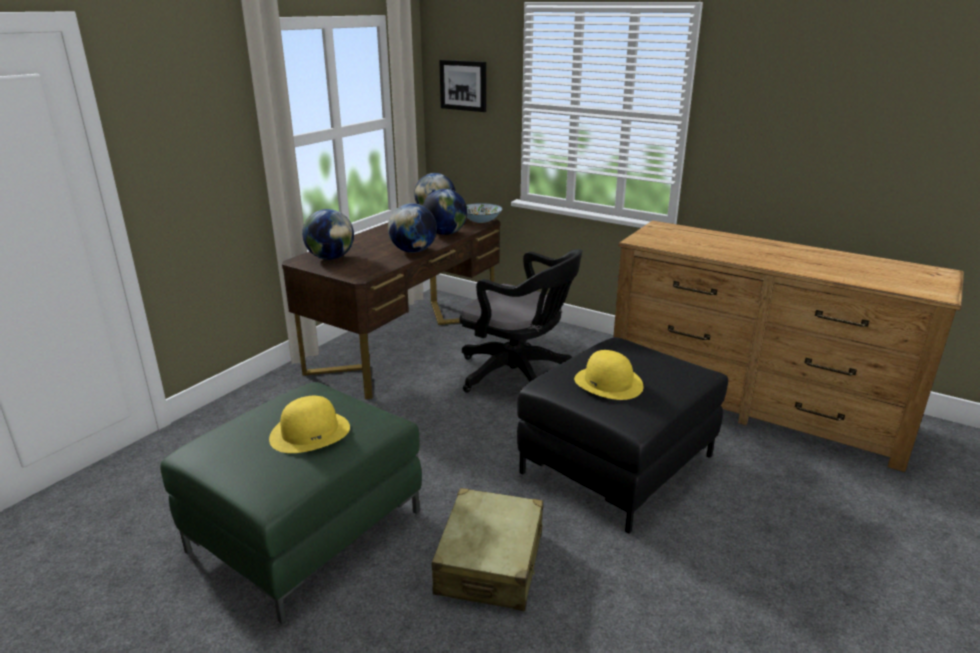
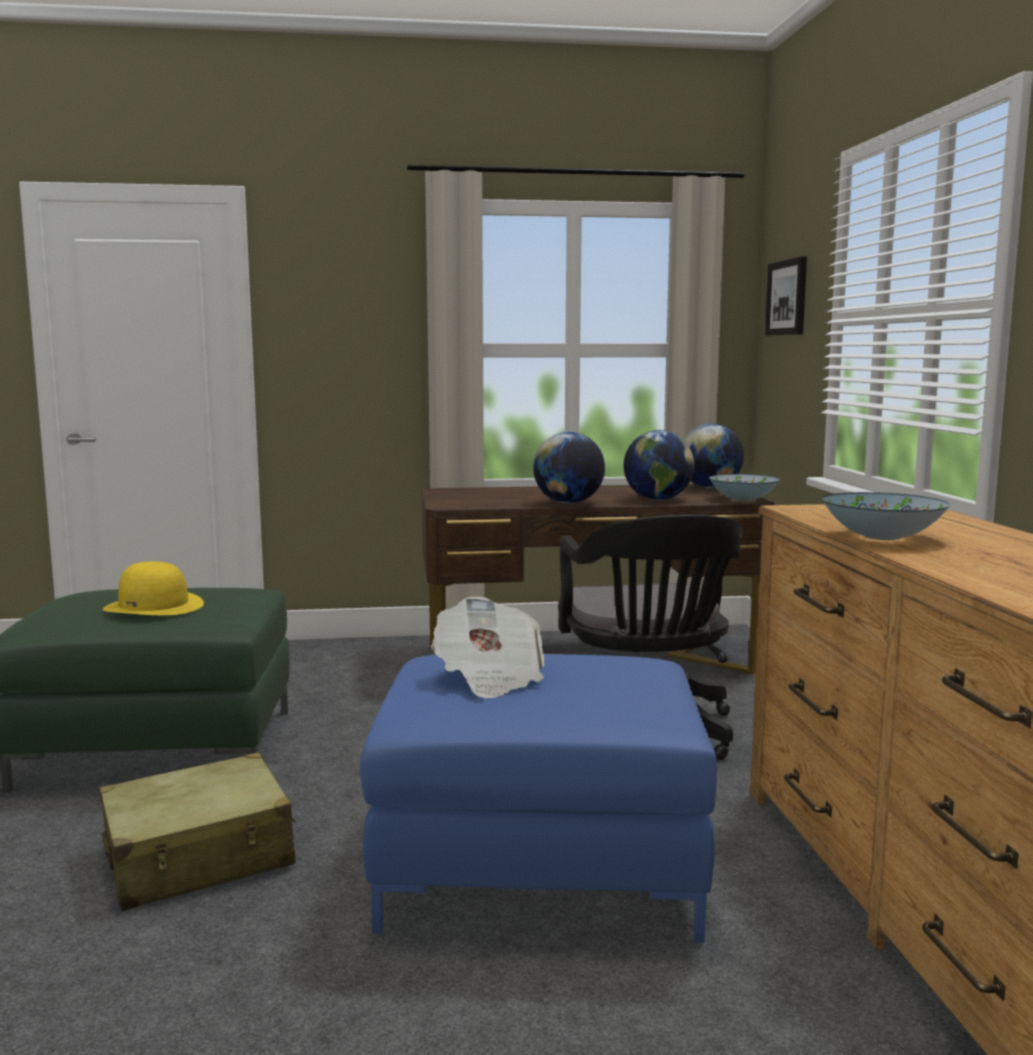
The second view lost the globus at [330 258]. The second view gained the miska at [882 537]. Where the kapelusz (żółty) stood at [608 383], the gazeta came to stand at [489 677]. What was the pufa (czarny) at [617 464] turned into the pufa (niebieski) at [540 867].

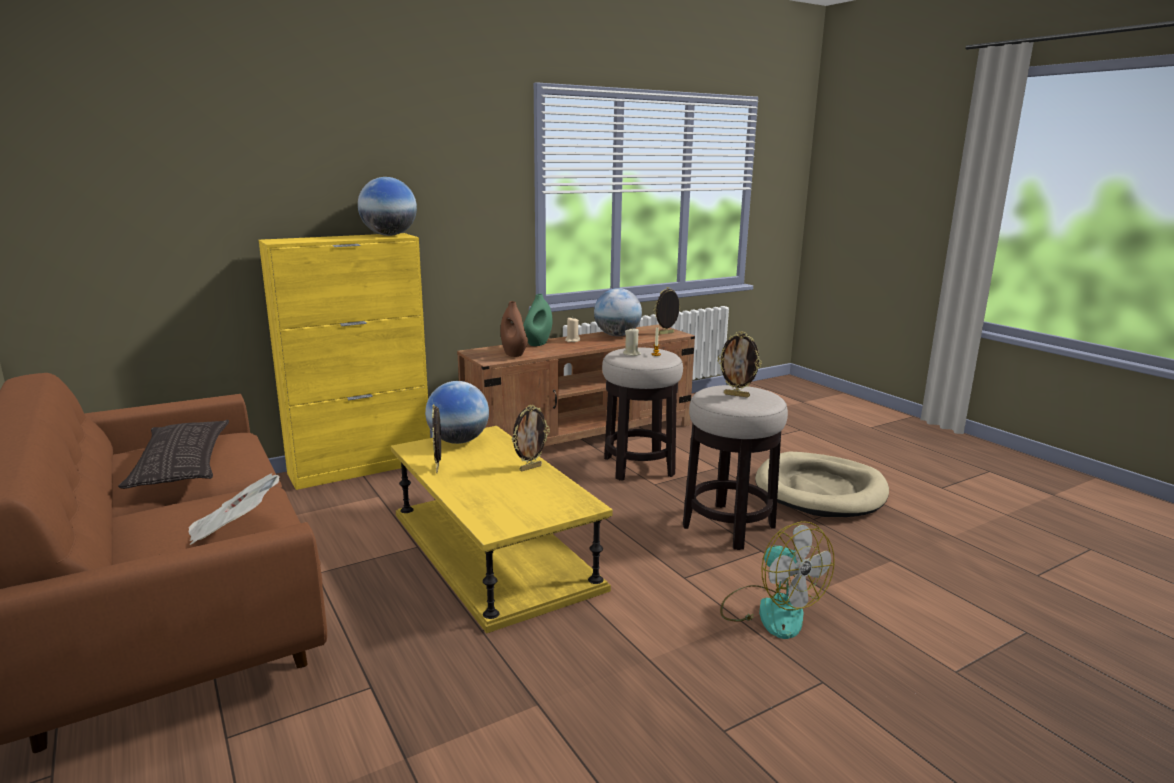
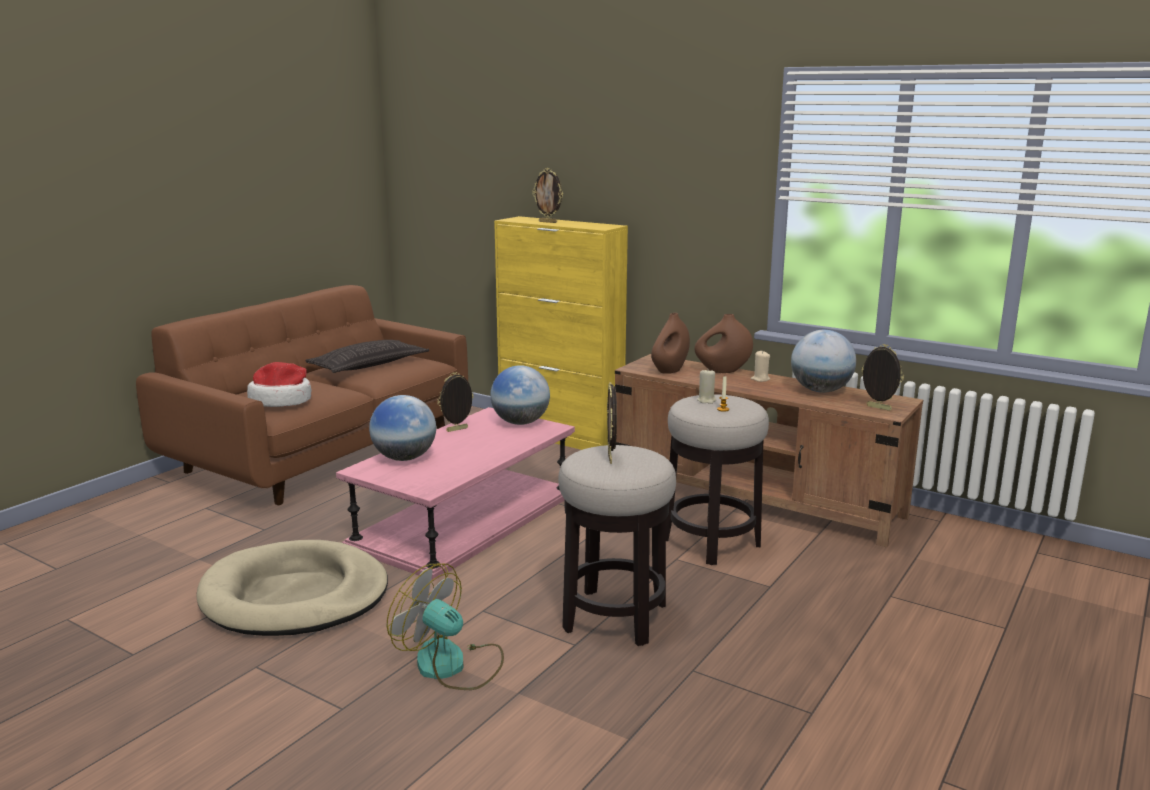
The globus ended up elsewhere, having gone from [389 235] to [404 458]. The ramka na zdjęcie ended up elsewhere, having gone from [530 468] to [548 222]. The legowisko (beżowy) ended up elsewhere, having gone from [820 490] to [294 596]. Where the gazeta stood at [234 530], the kapelusz came to stand at [282 400]. What was the ława (żółty) at [492 549] turned into the ława (różowy) at [466 518]. What was the wazon (zielony) at [538 344] turned into the wazon (brązowy) at [722 371]. The wentylator at [770 610] ended up facing another way, 90 degrees clockwise from before.

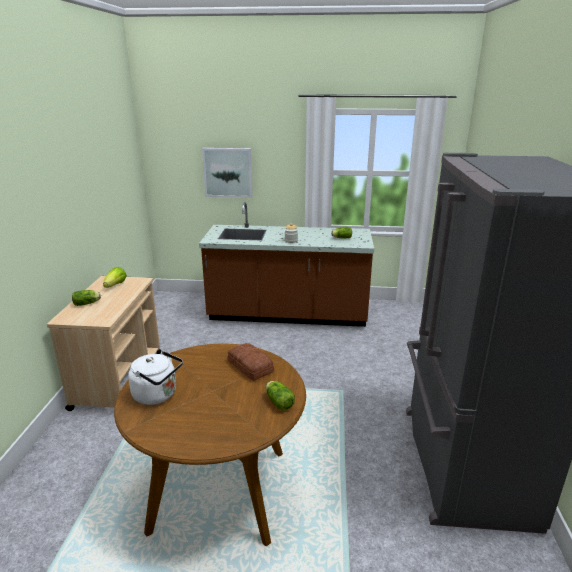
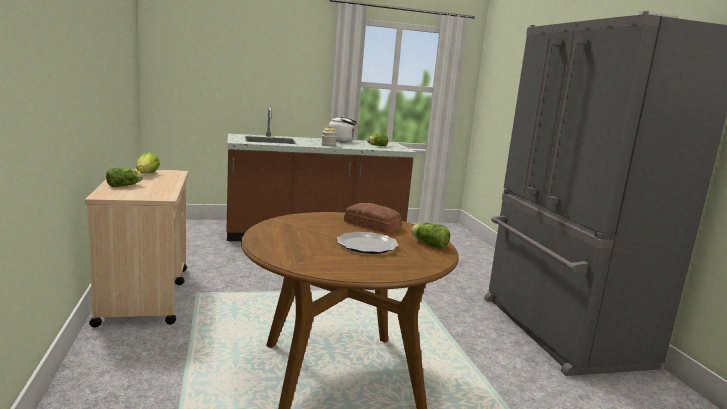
The second view lost the obraz at [228 172]. The second view gained the talerz at [367 245]. The czajnik (biały) ended up elsewhere, having gone from [158 395] to [342 141].

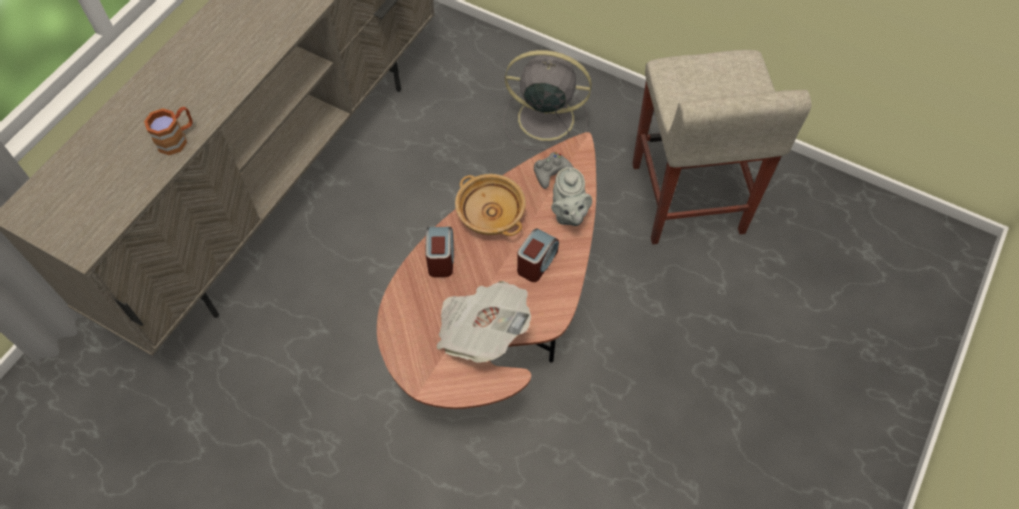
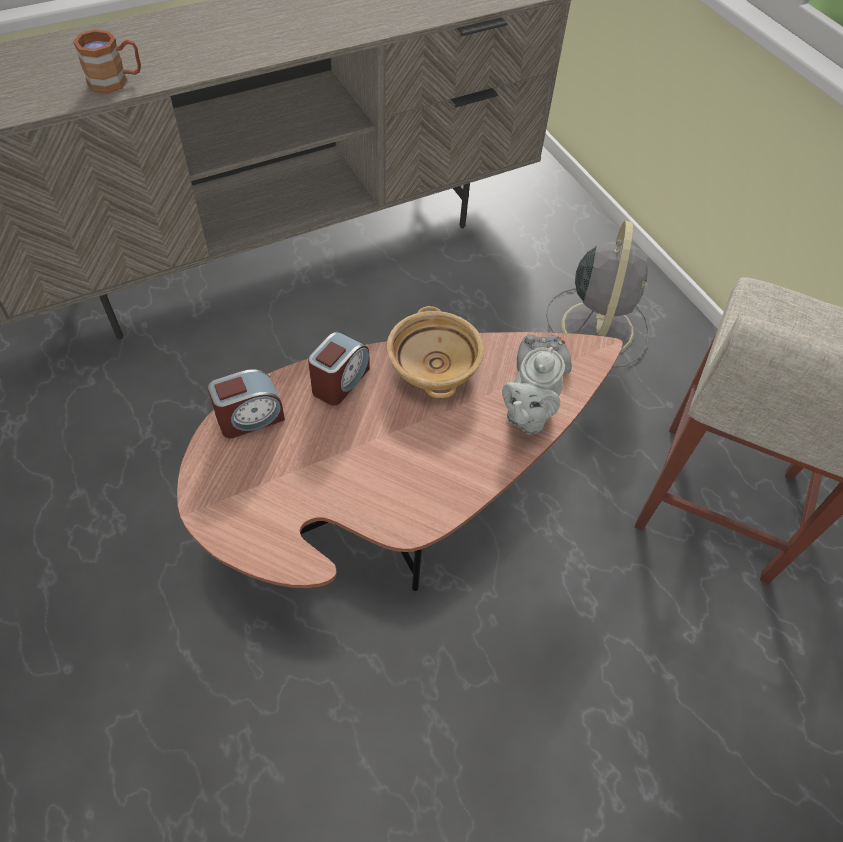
The second view lost the gazeta at [481 330]. The budzik ended up elsewhere, having gone from [537 262] to [250 418]. The wentylator (szary) at [543 118] ended up facing another way, 60 degrees clockwise from before.

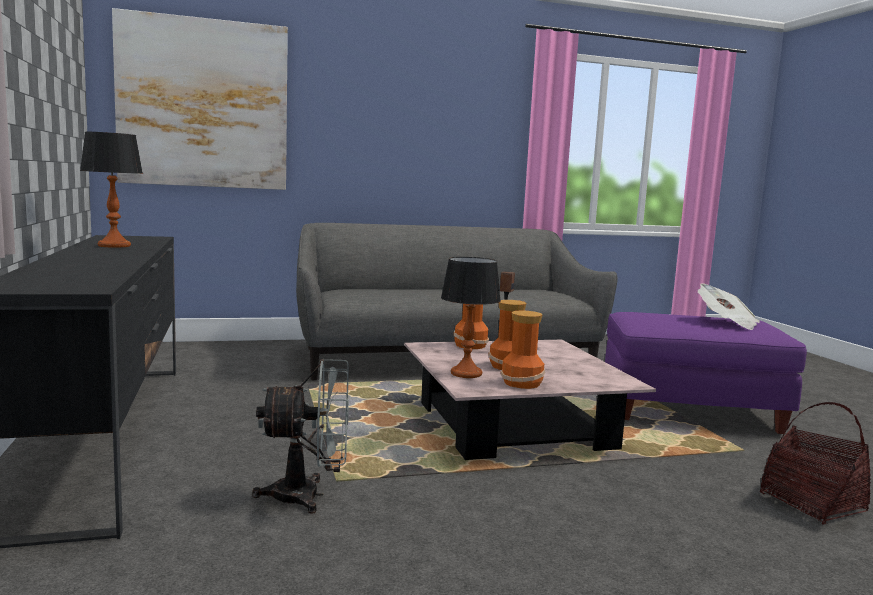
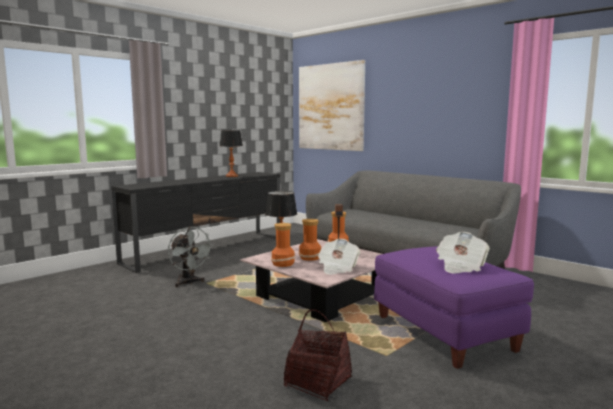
The second view gained the gazeta at [337 268].

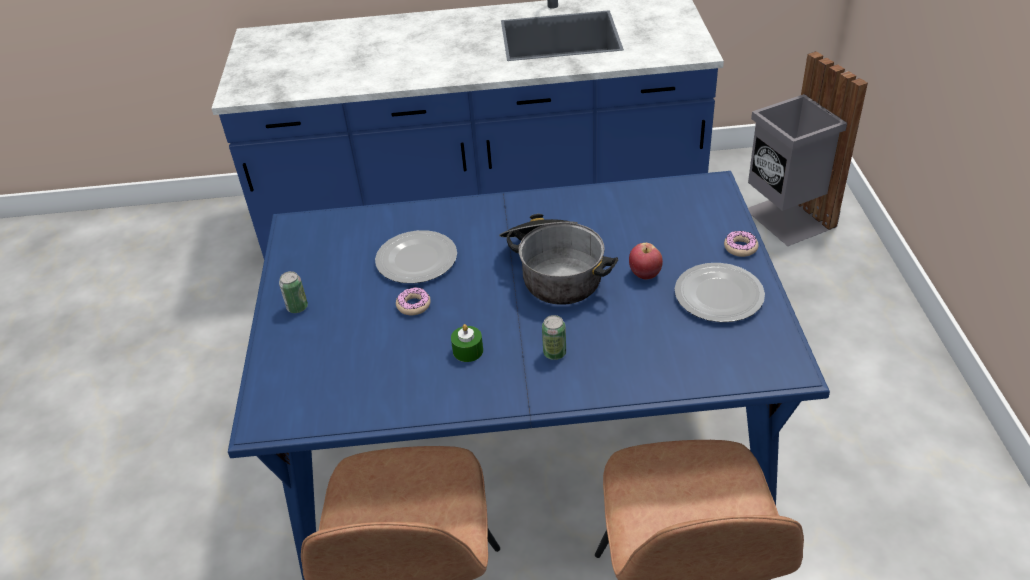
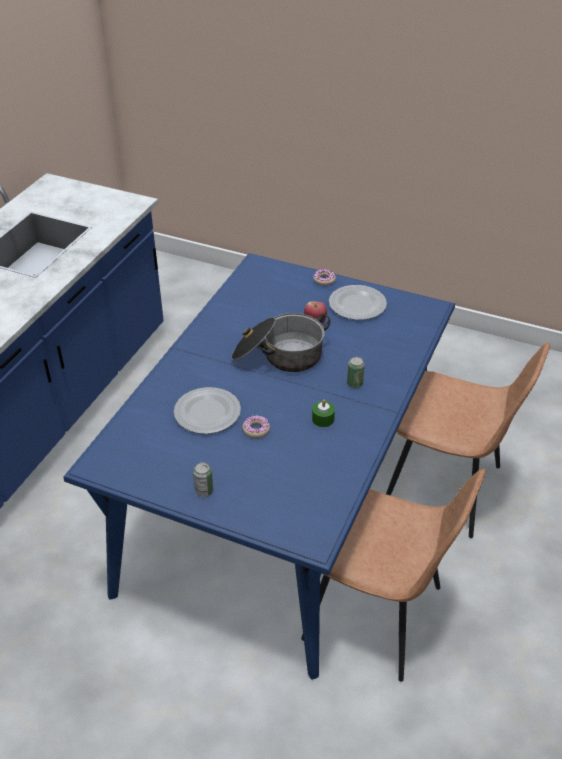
The second view lost the kosz na śmieci (szary) at [786 219].

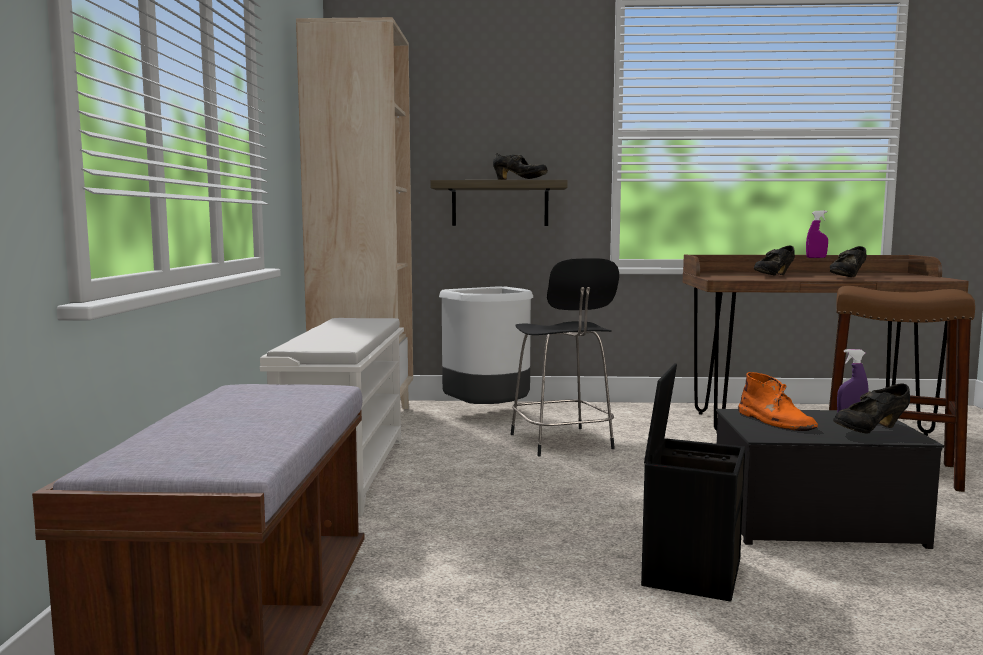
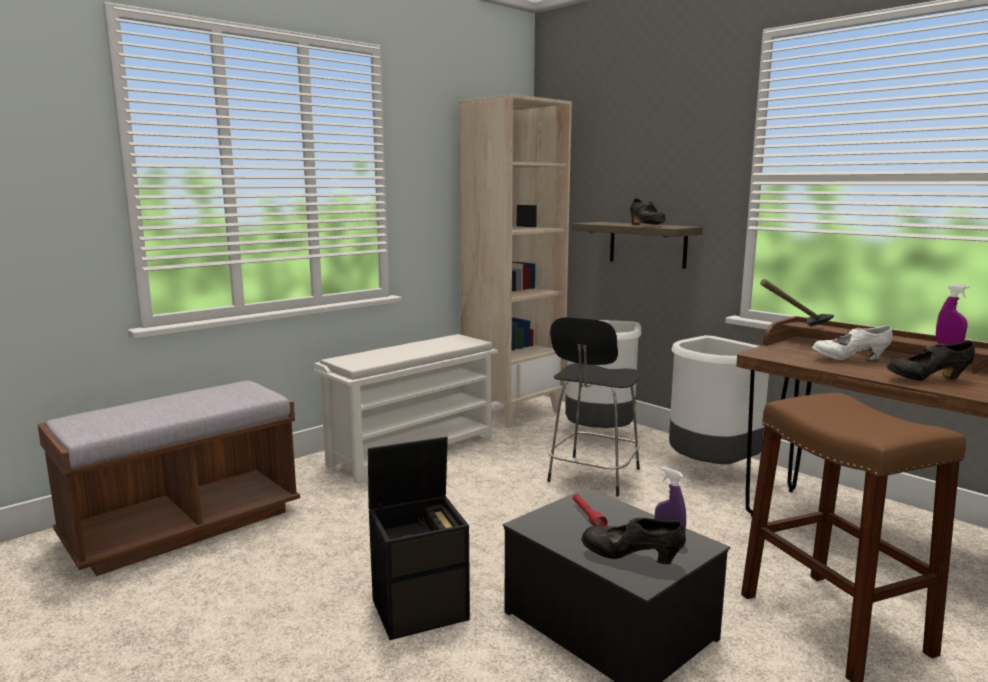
The second view gained the kosz na śmieci (biały) at [709 469]. The second view gained the młotek at [794 330]. Where the but z cholewką (pomarańczowy) stood at [775 421], the latarka (czerwony) came to stand at [587 516]. What was the but (czarny) at [773 276] turned into the but (biały) at [849 359].

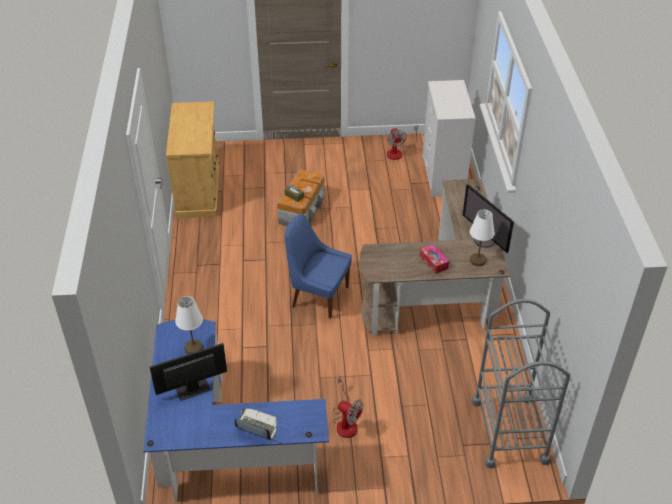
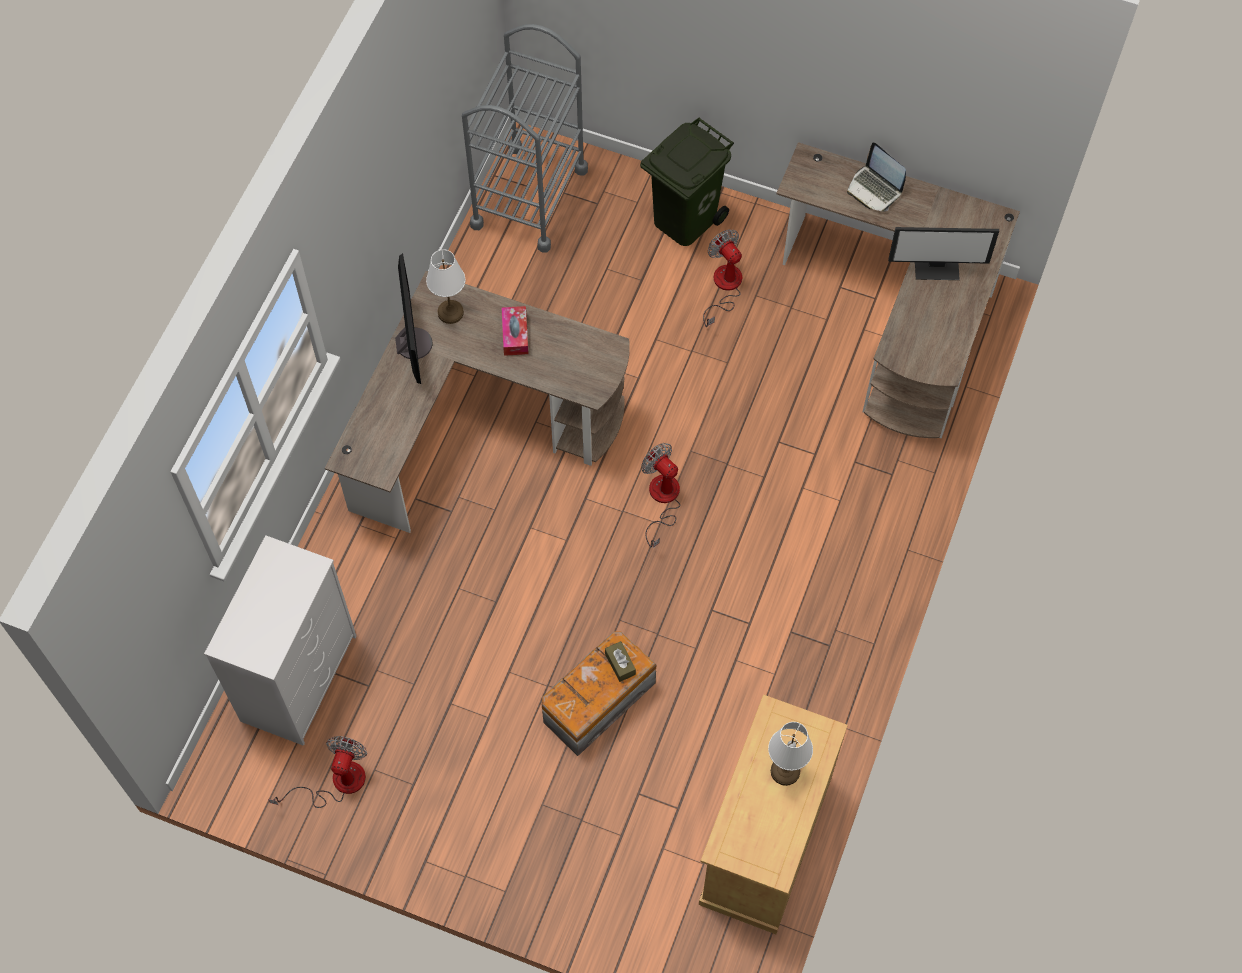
The second view gained the kosz na śmieci (zielony) at [684 219]. The lampa stołowa (biały) ended up elsewhere, having gone from [193 348] to [785 770]. Where the krzesło (niebieski) stood at [318 296], the wentylator came to stand at [662 500]. What was the biurko (niebieski) at [219 448] turned into the biurko (brązowy) at [900 316].

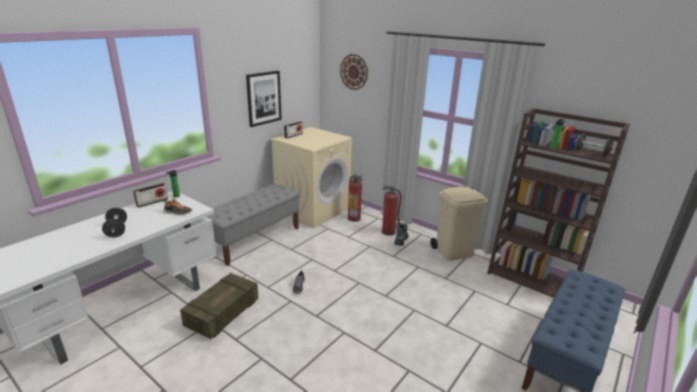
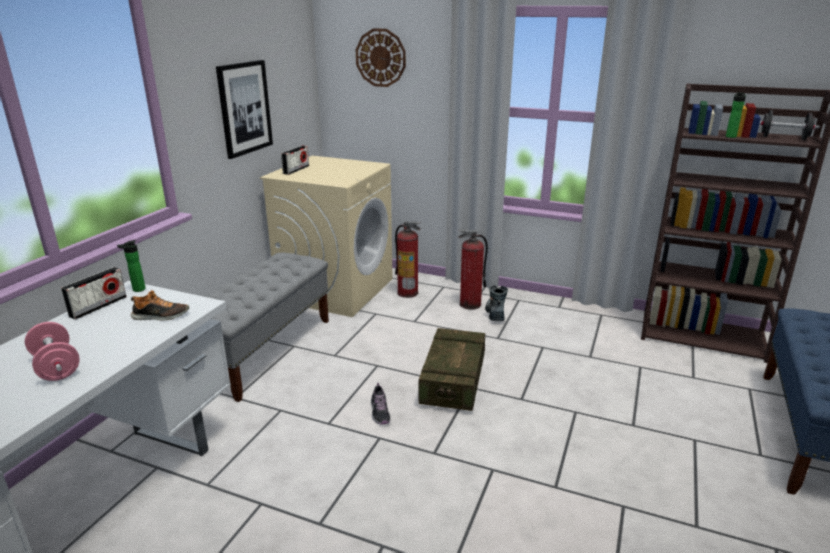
The second view lost the kosz na śmieci (beżowy) at [454 252]. The skrzynka ended up elsewhere, having gone from [223 314] to [453 382]. What was the hantel (czarny) at [117 230] turned into the hantel (różowy) at [56 367].

